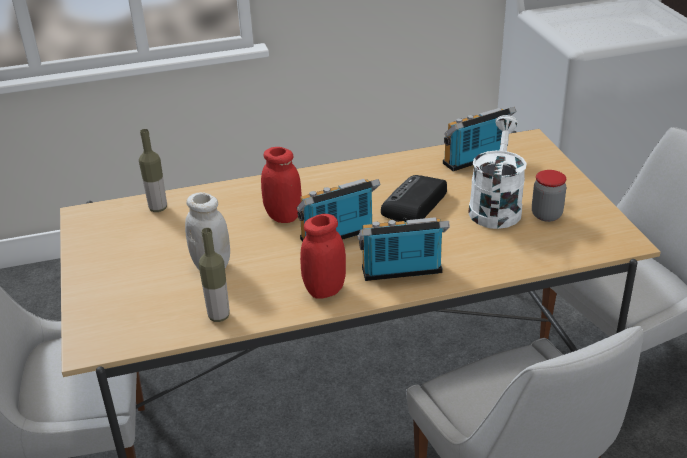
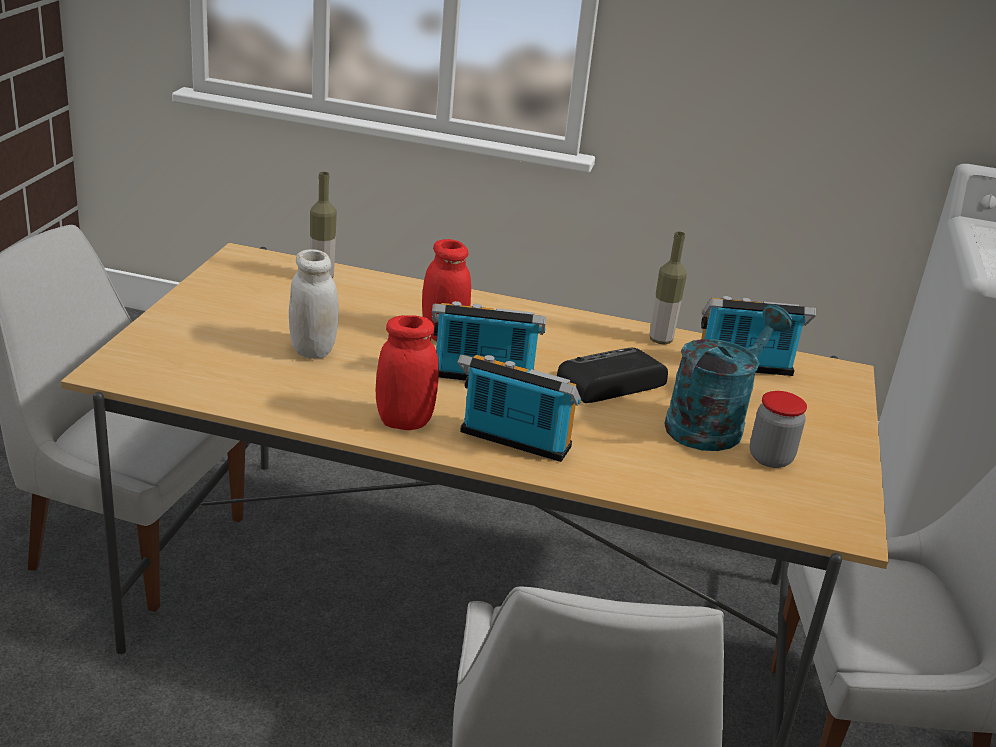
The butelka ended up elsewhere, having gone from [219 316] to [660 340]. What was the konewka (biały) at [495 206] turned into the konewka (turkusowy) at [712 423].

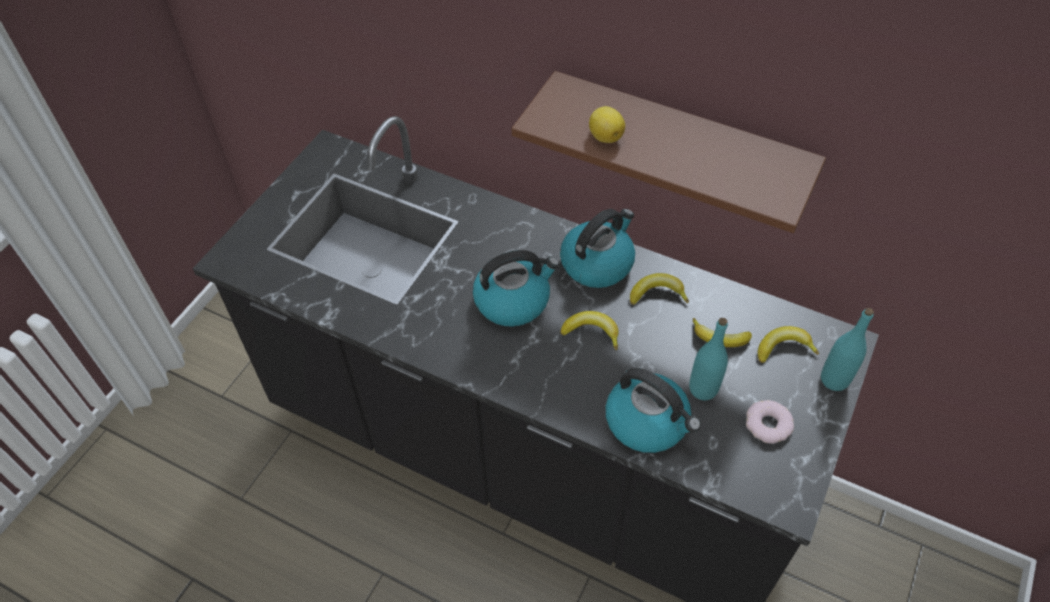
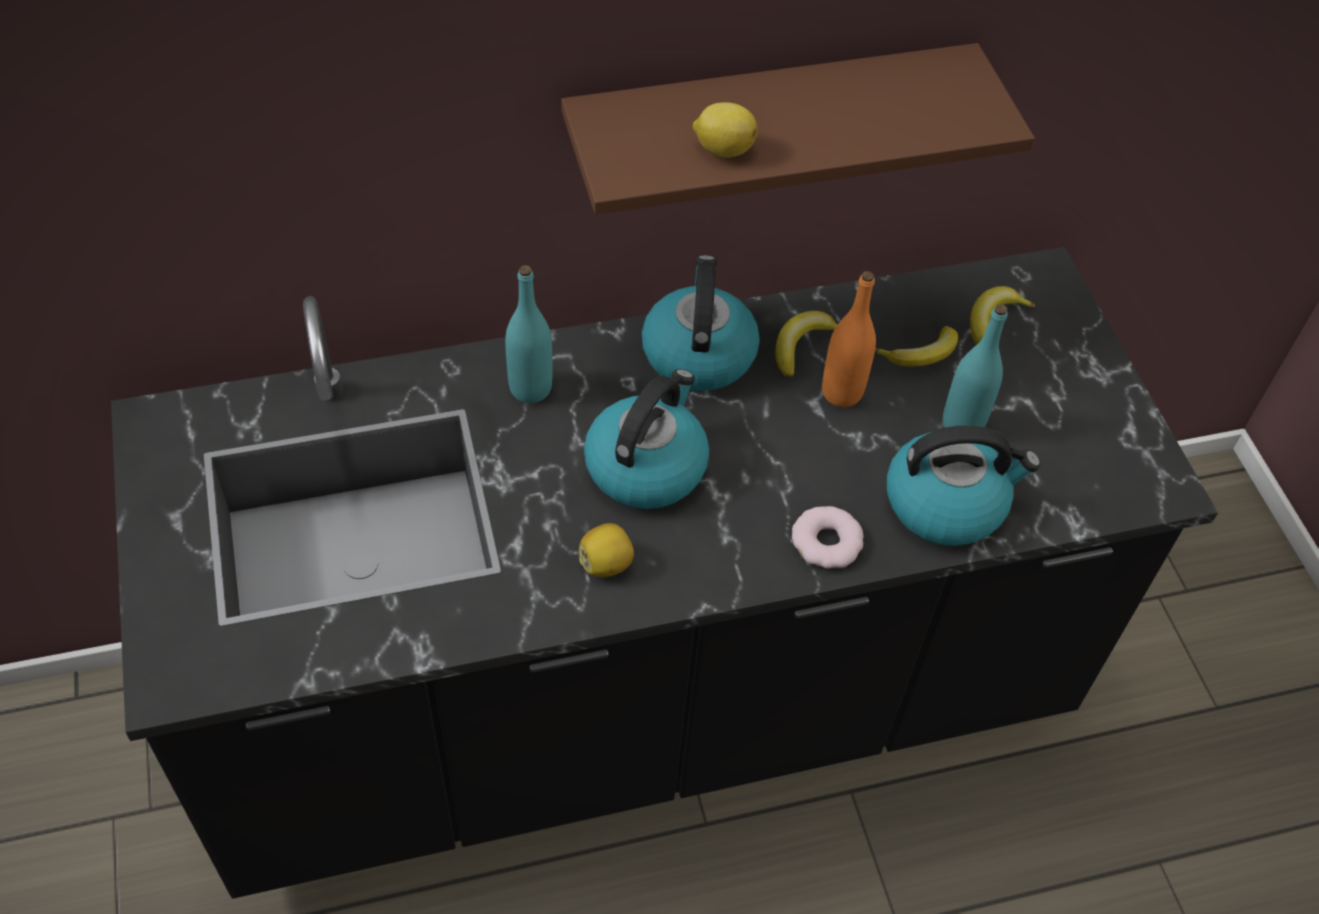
The second view lost the banan at [591 332]. The second view gained the cytryna at [606 563]. The second view gained the butelka (pomarańczowy) at [842 392]. The donut ended up elsewhere, having gone from [768 424] to [827 542]. The butelka (turkusowy) ended up elsewhere, having gone from [834 380] to [530 388].

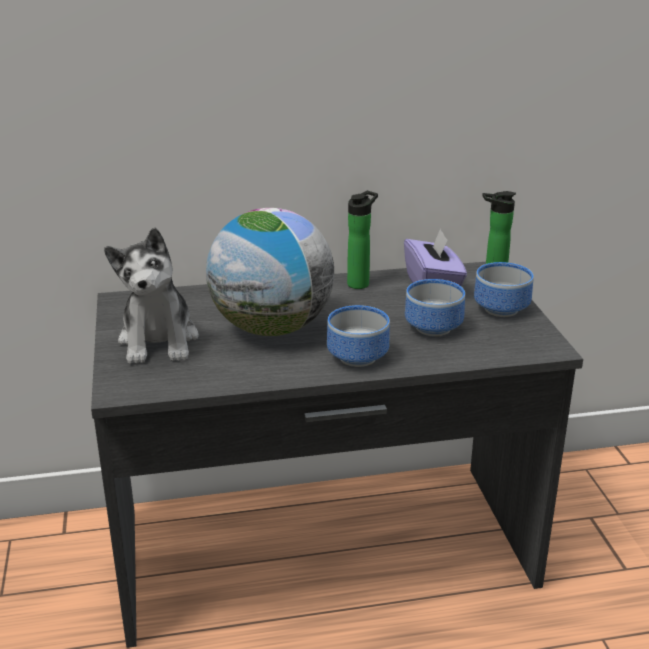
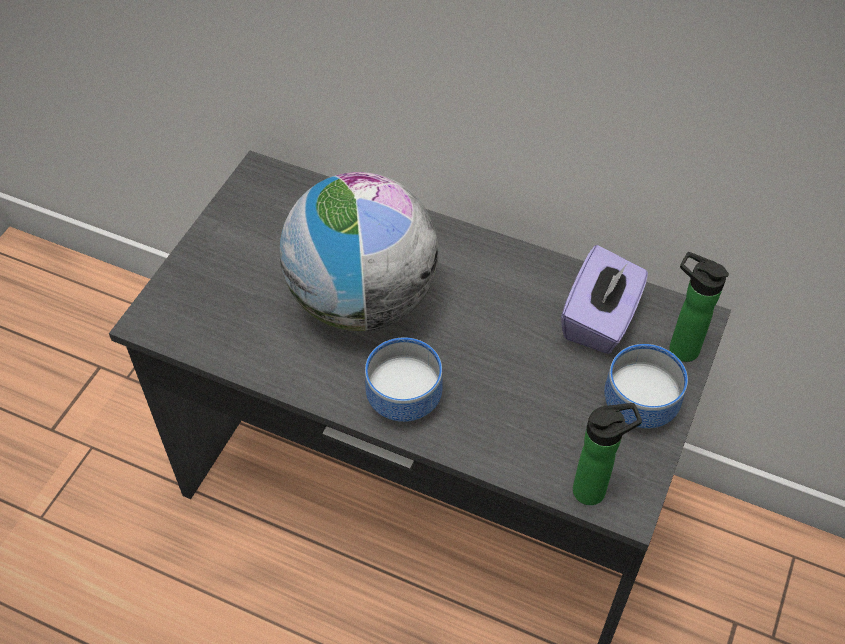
The second view lost the pluszak at [159 340]. The second view lost the miska at [435 329]. The butelka ended up elsewhere, having gone from [360 283] to [594 490].

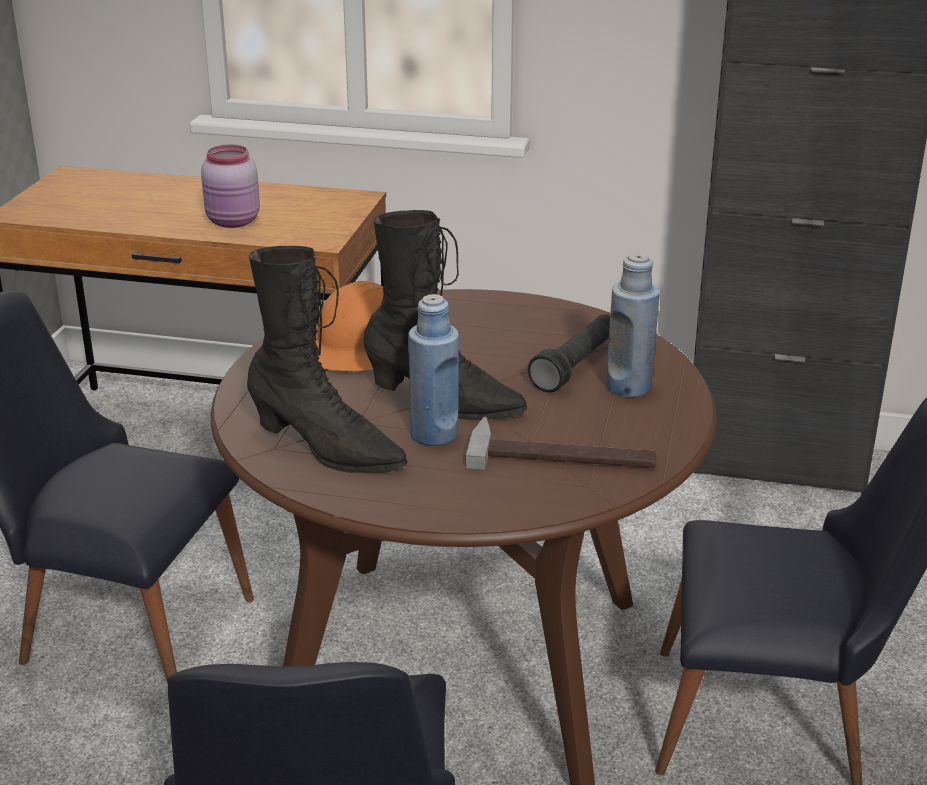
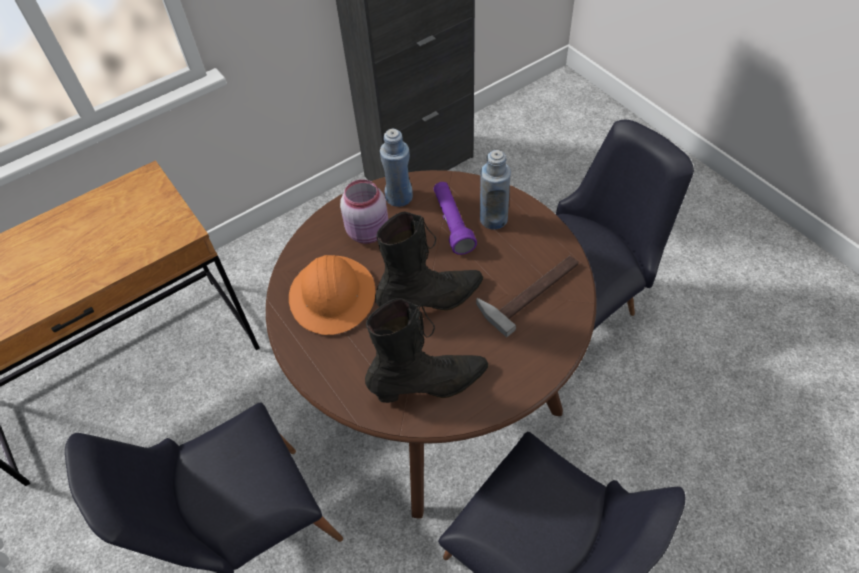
The słoik (różowy) ended up elsewhere, having gone from [234 222] to [369 232]. The butelka (niebieski) ended up elsewhere, having gone from [434 435] to [399 197]. What was the latarka (czarny) at [576 366] turned into the latarka (fioletowy) at [452 223].

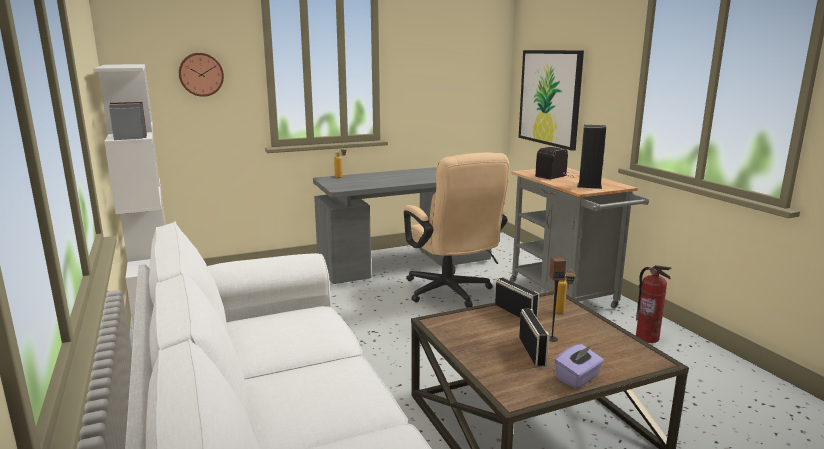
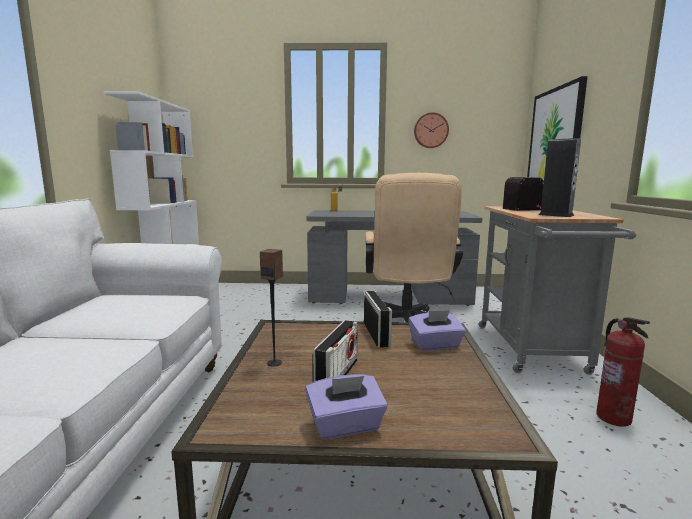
The zegar ścienny ended up elsewhere, having gone from [201 74] to [430 130]. The głośnik ended up elsewhere, having gone from [552 339] to [274 363]. Where the butelka stood at [562 313], the pudełko chusteczek (fioletowy) came to stand at [435 345].

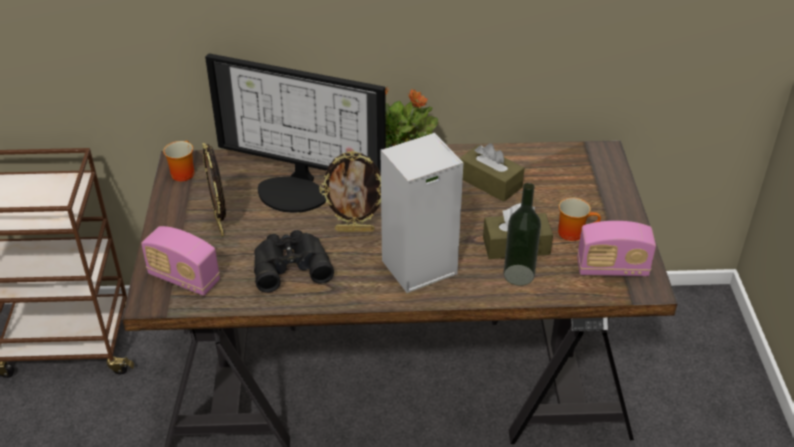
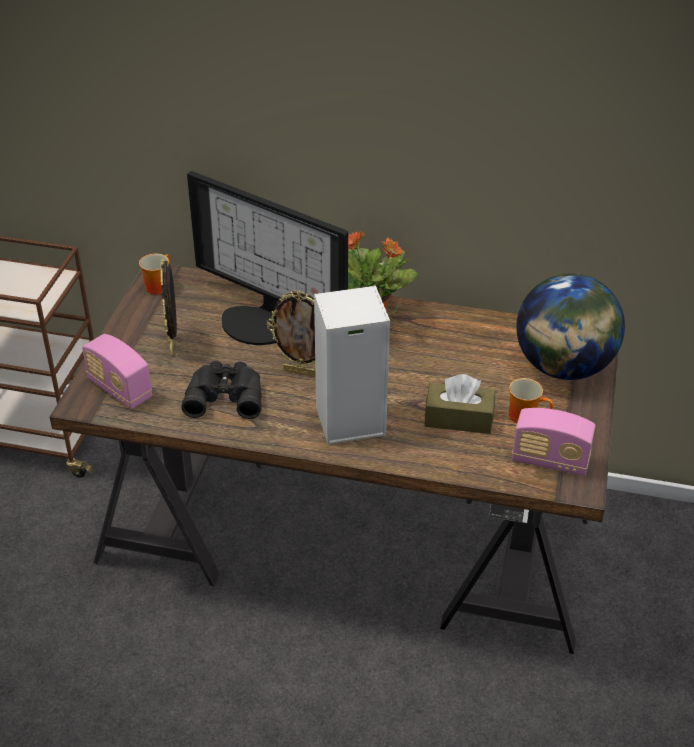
The second view lost the pudełko chusteczek (brązowy) at [490 182]. The second view lost the butelka at [519 275]. The second view gained the globus at [563 367].

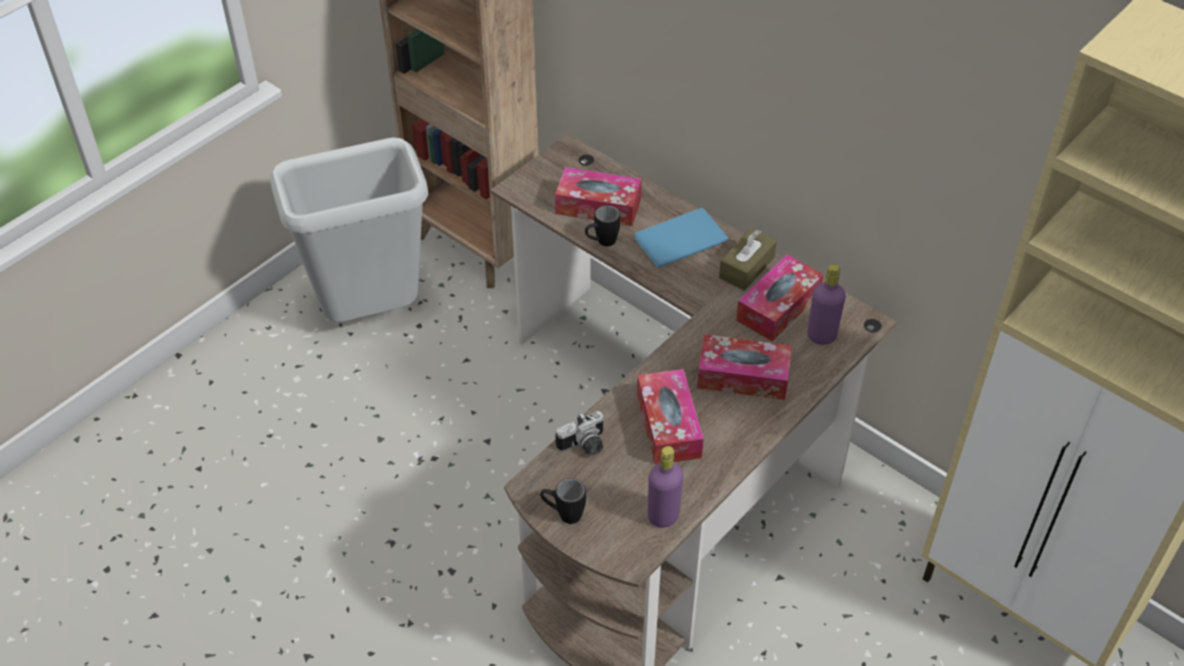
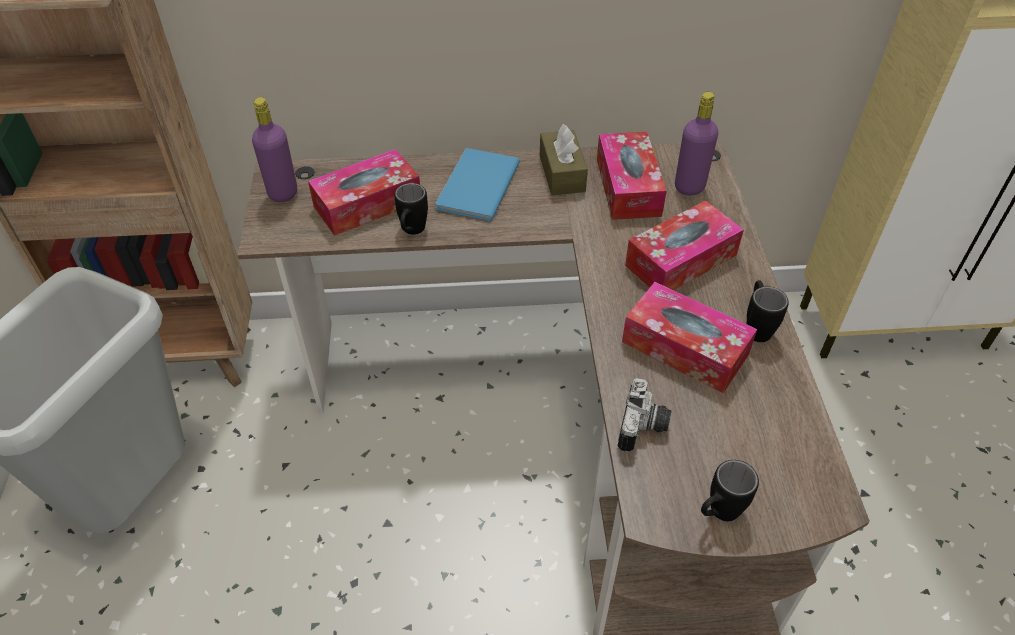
The second view gained the kubek (czarny) at [756 326]. The butelka (fioletowy) ended up elsewhere, having gone from [663 516] to [283 193].

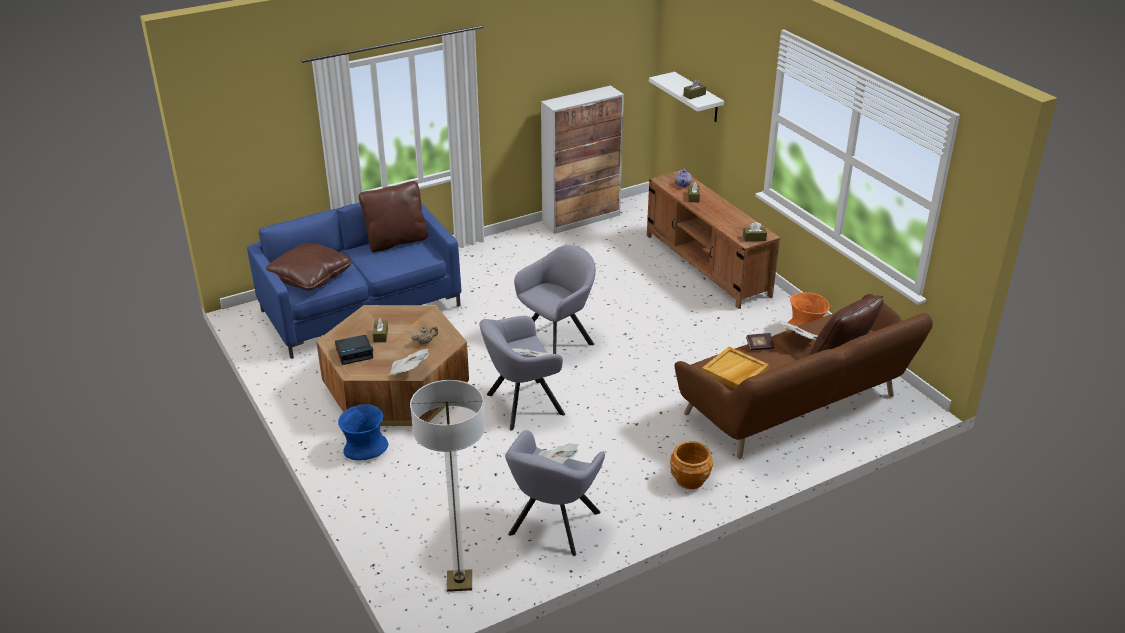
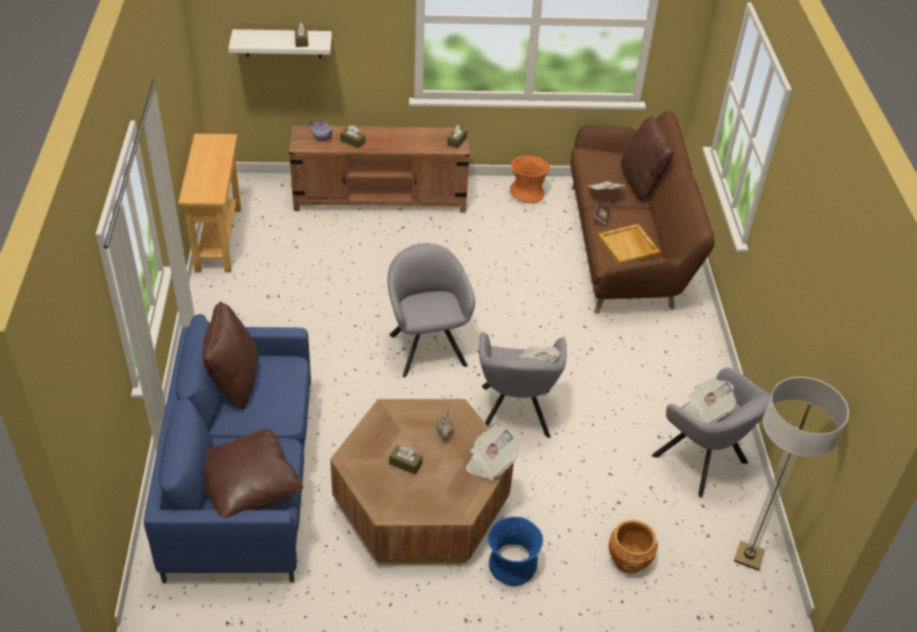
The second view lost the budzik at [354 353]. The donica (brązowy) ended up elsewhere, having gone from [690 480] to [629 560]. Where the szafka stood at [581 219], the stolik konsolowy (beżowy) came to stand at [218 239].

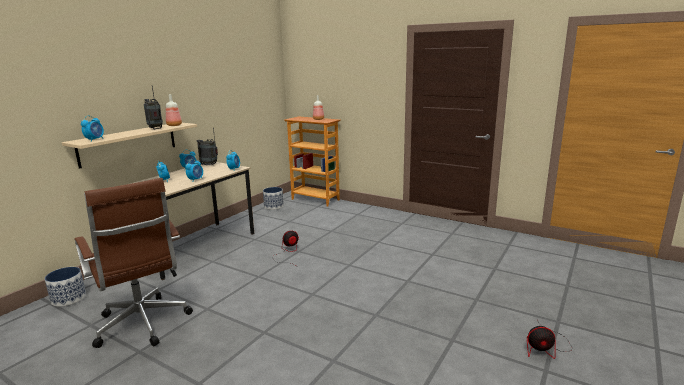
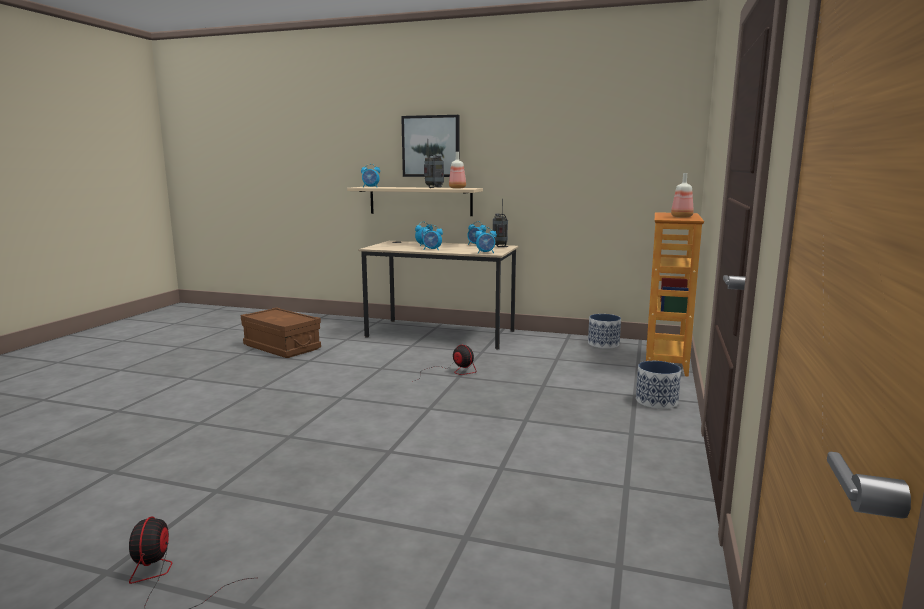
The second view gained the obraz at [431 146]. The donica ended up elsewhere, having gone from [69 298] to [657 402]. Where the krzesło biurowe (brązowy) stood at [143 325], the pojemnik do przechowywania (brązowy) came to stand at [282 347].

